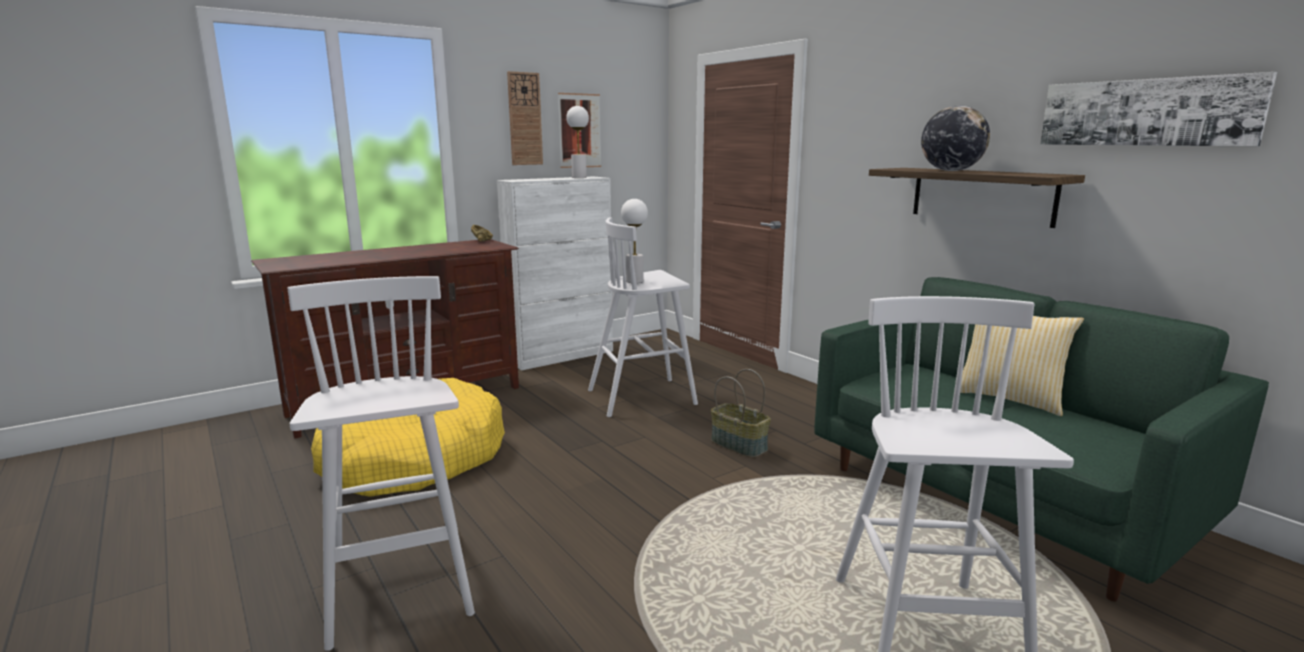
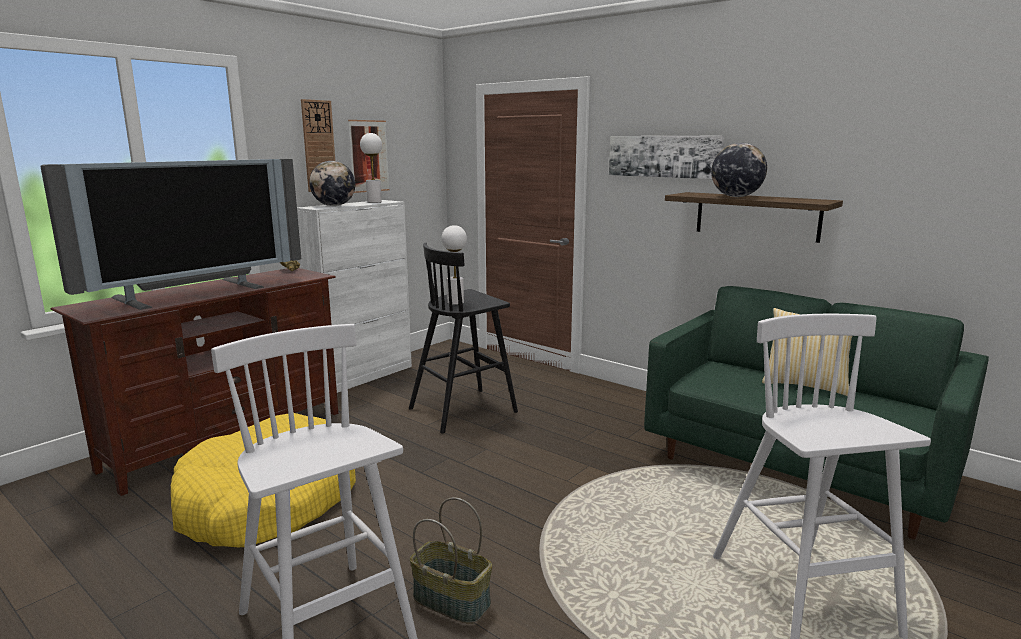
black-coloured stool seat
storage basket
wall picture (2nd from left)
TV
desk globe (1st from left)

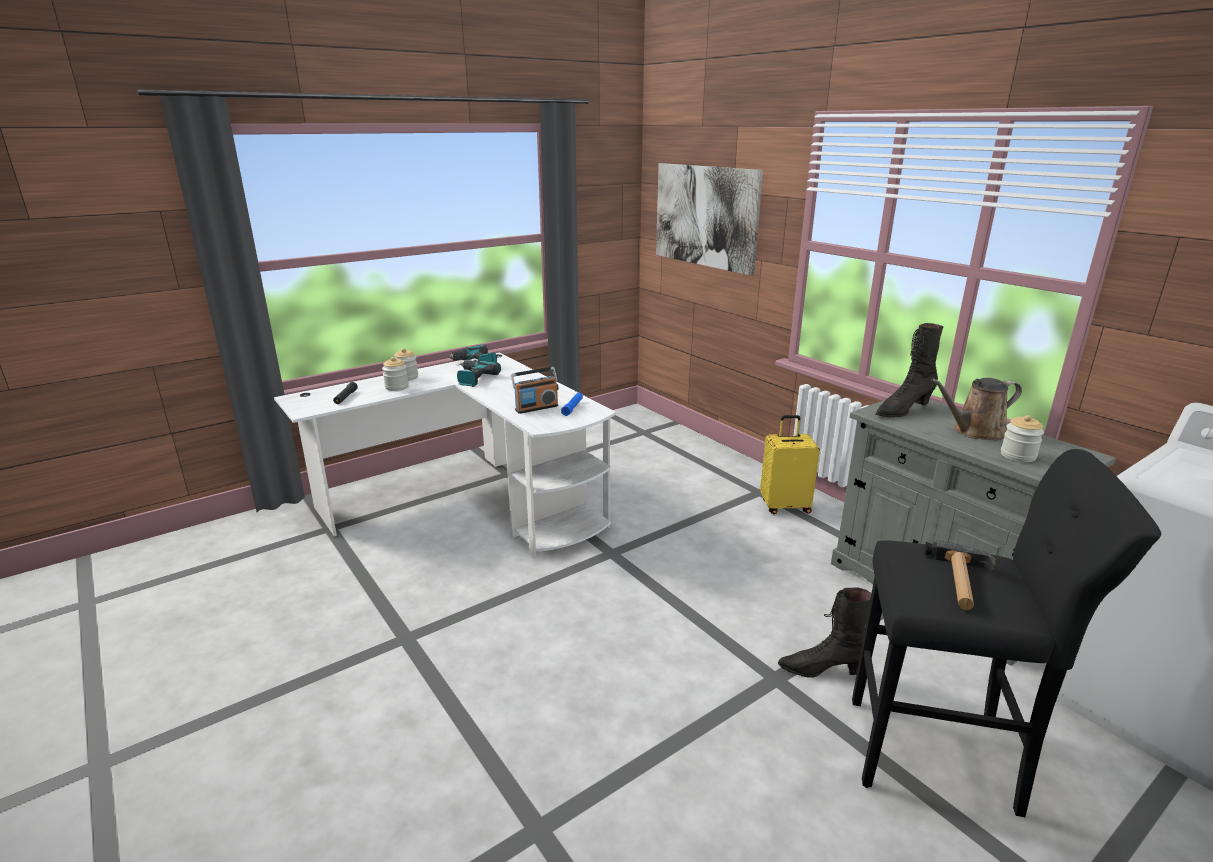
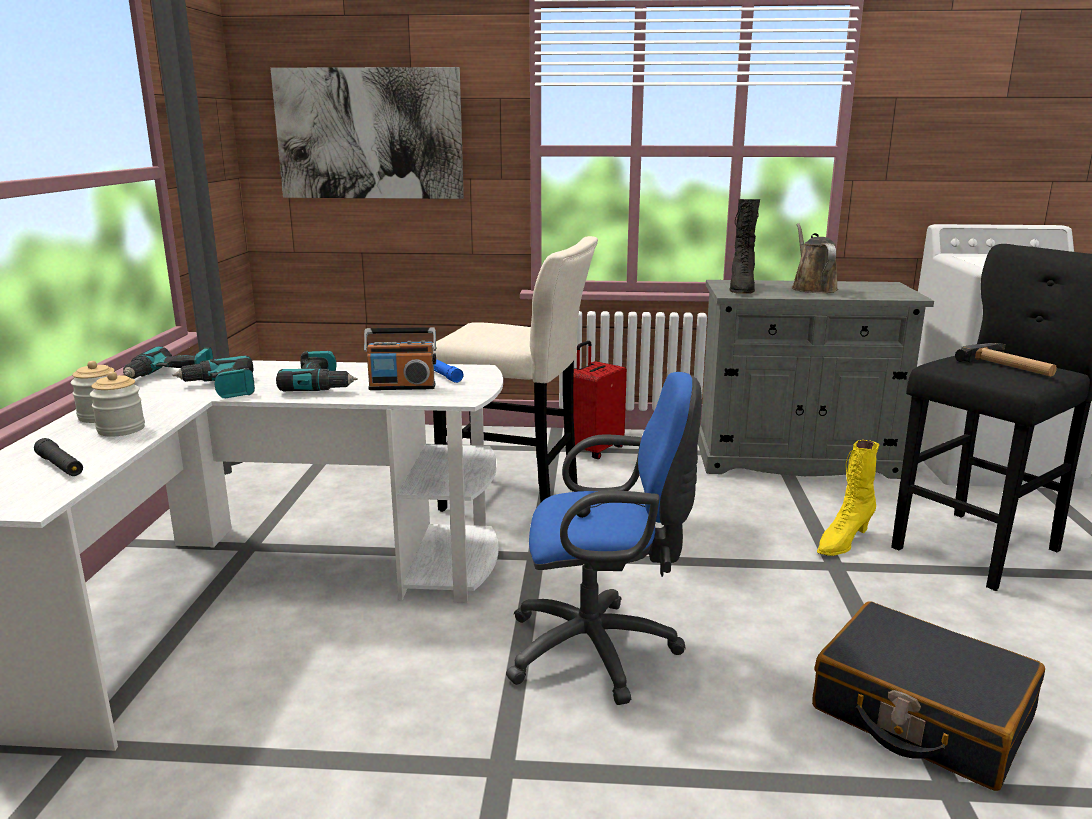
radio set
reddish suitcase
yellowish tall boot
brown-coloured watering can
preserve jar (3rd from left in the first image)
drill (3rd from left)
beige-coloured stool seat
blue-coloured office chair
black-coloured suitcase

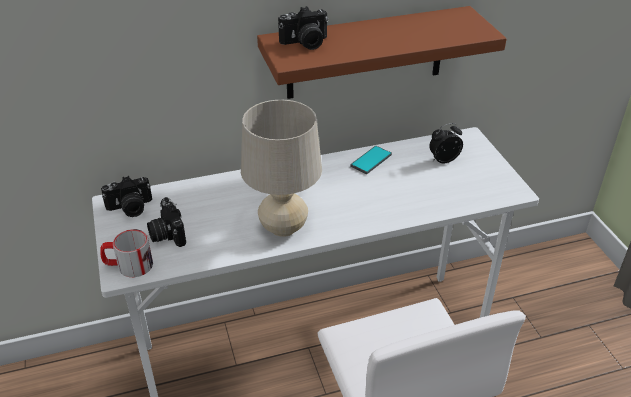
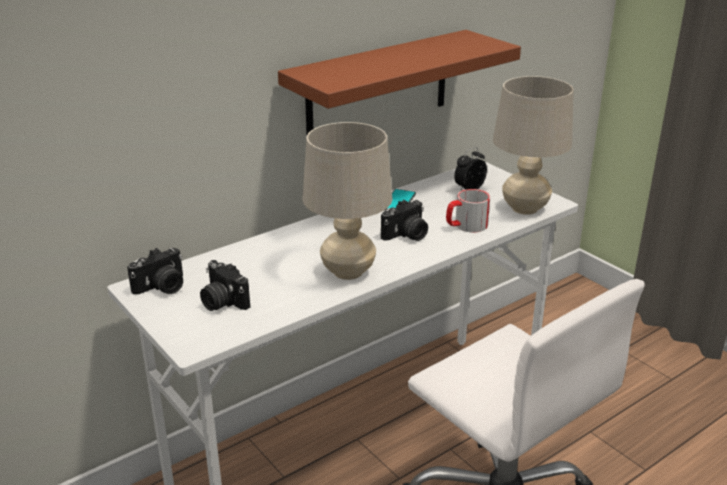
tea mug
photo camera (3rd from left)
beige-coloured lamp for a table (2nd from left)

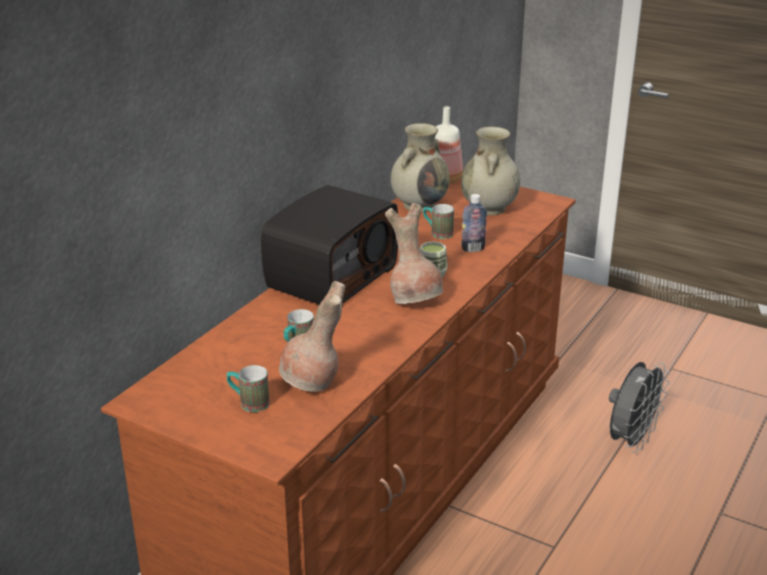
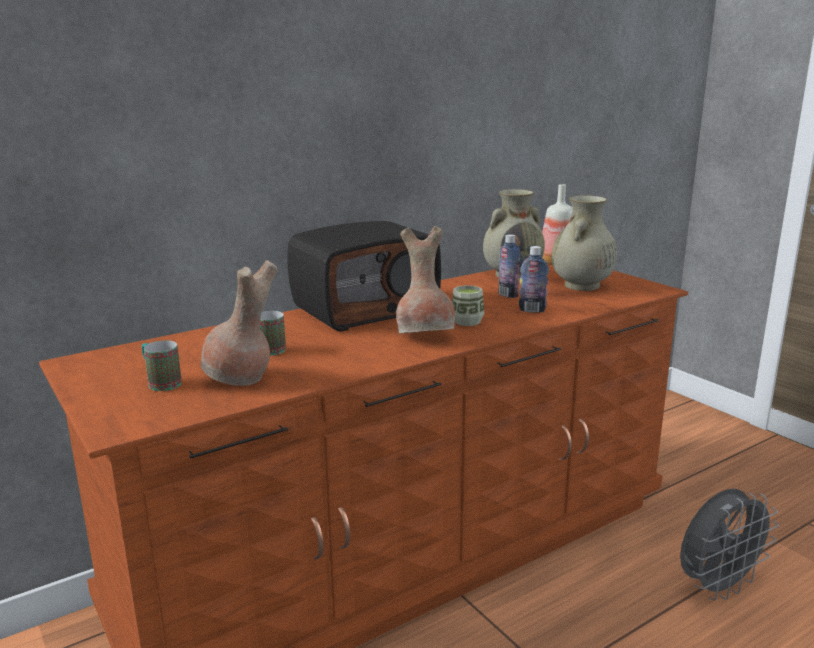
bottle (1st from left)

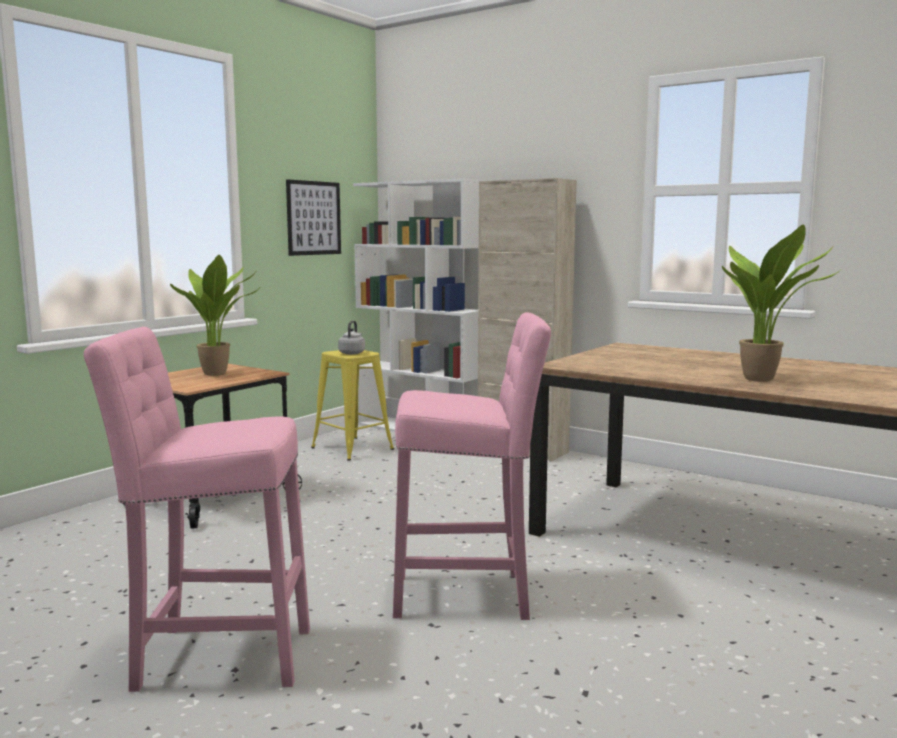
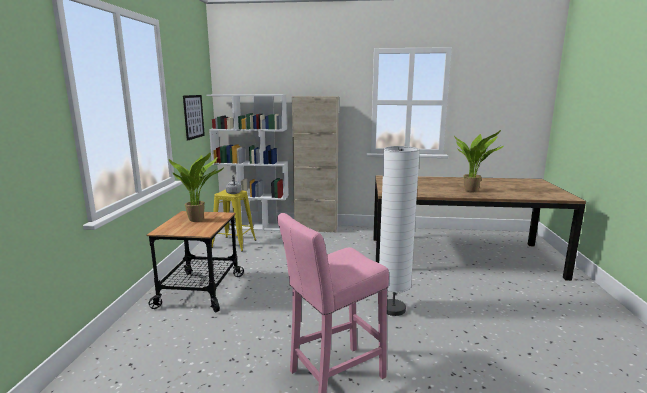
white-coloured standard lamp

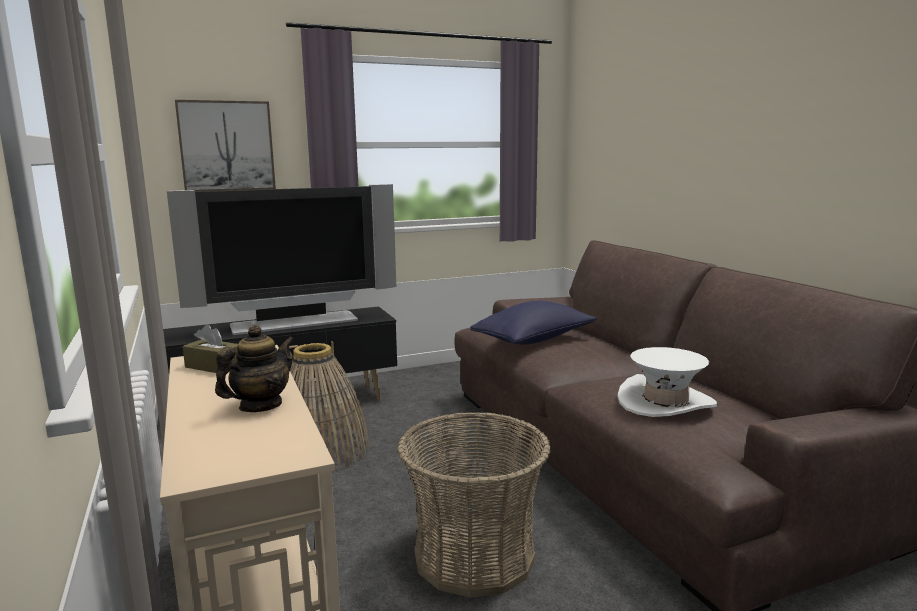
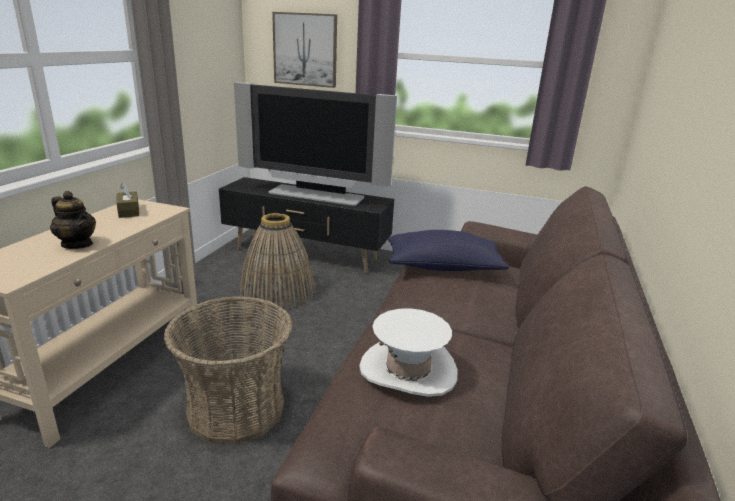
teapot

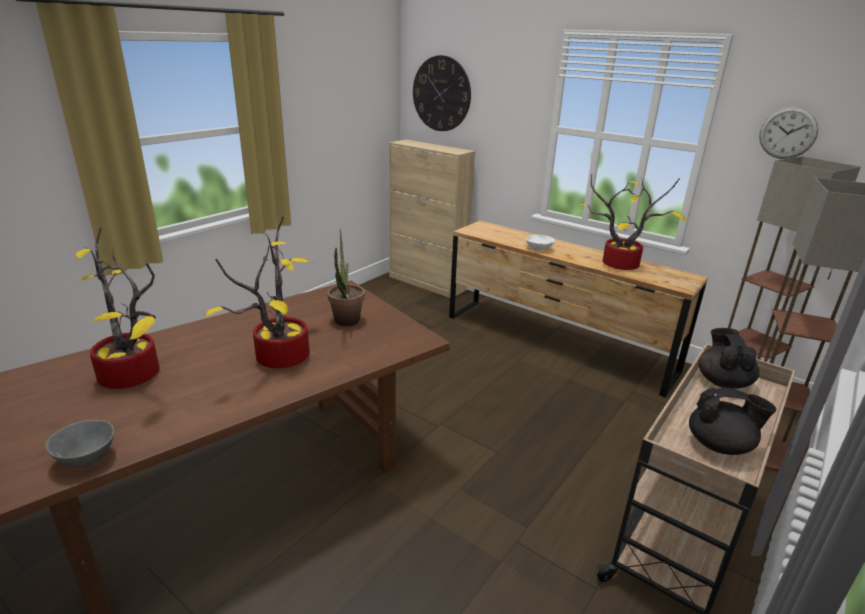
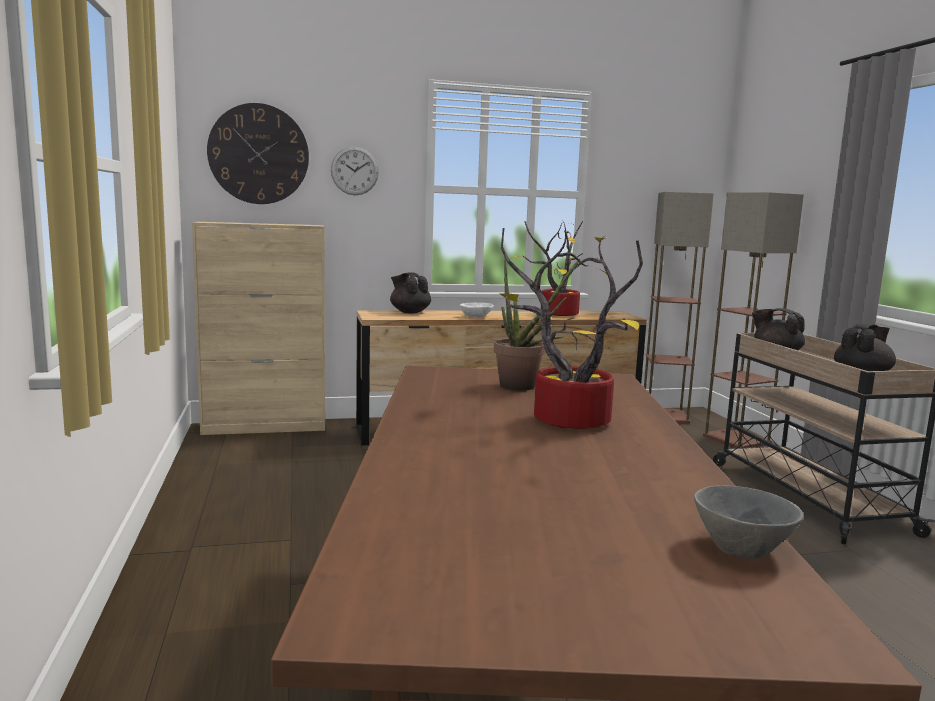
plant in a pot (1st from left in the first image)
hanging clock (2nd from left)
black-coloured teapot (1st from left)

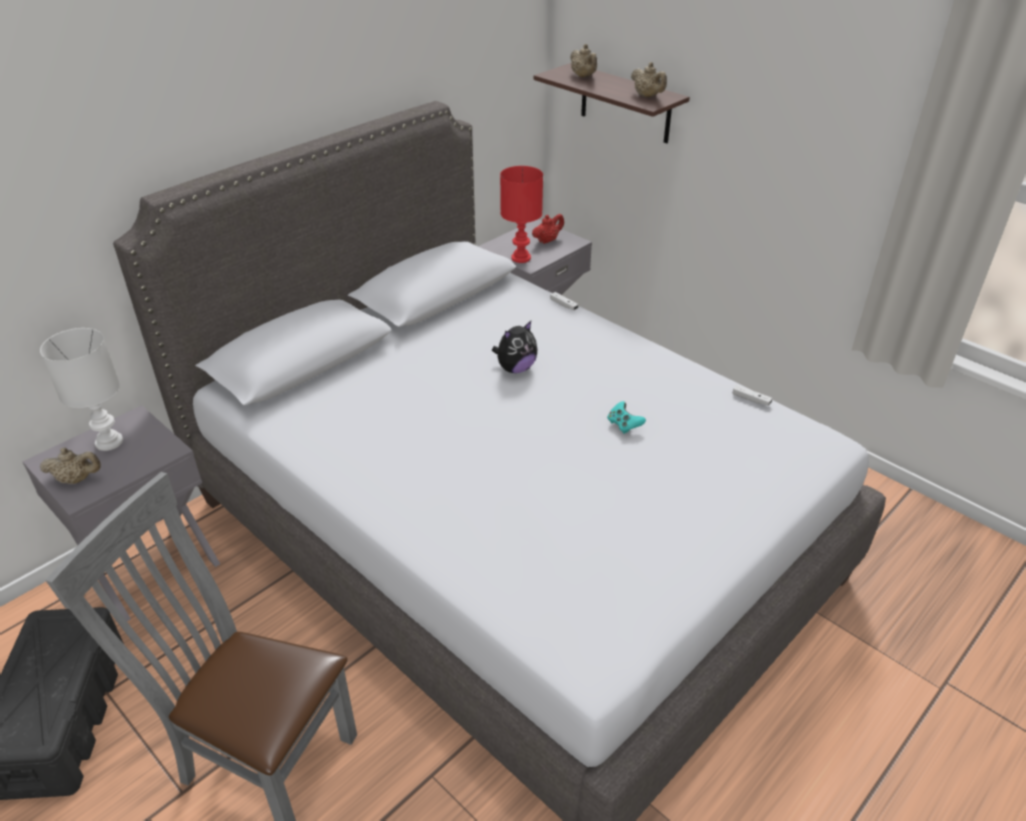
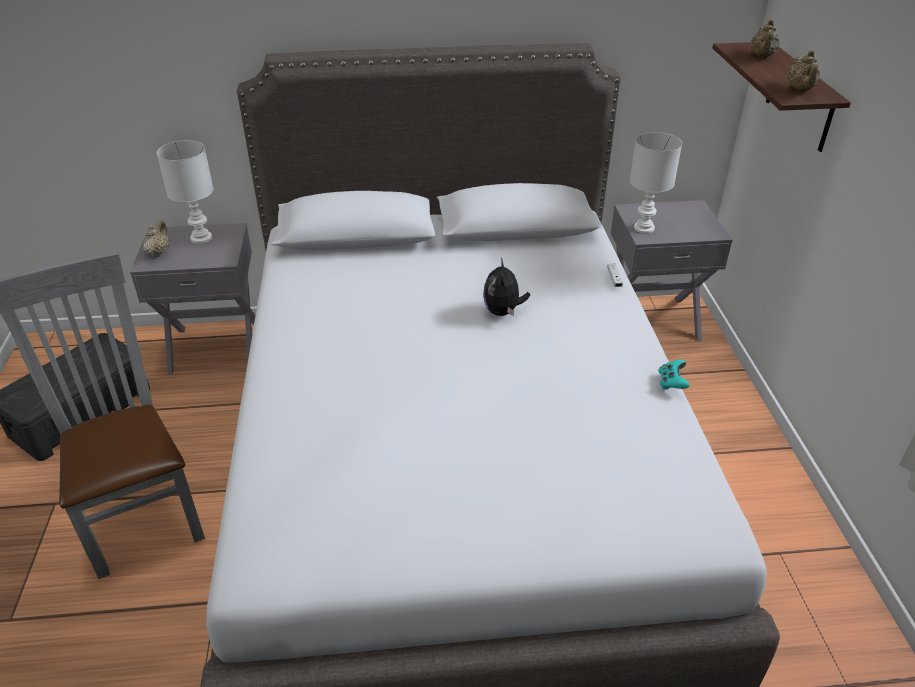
beige-coloured teapot (1st from left)
plush toy
white-coloured lamp for a table (2nd from left)
reddish teapot
turquoise-coloured game controller
white-coloured game controller (2nd from left in the first image)

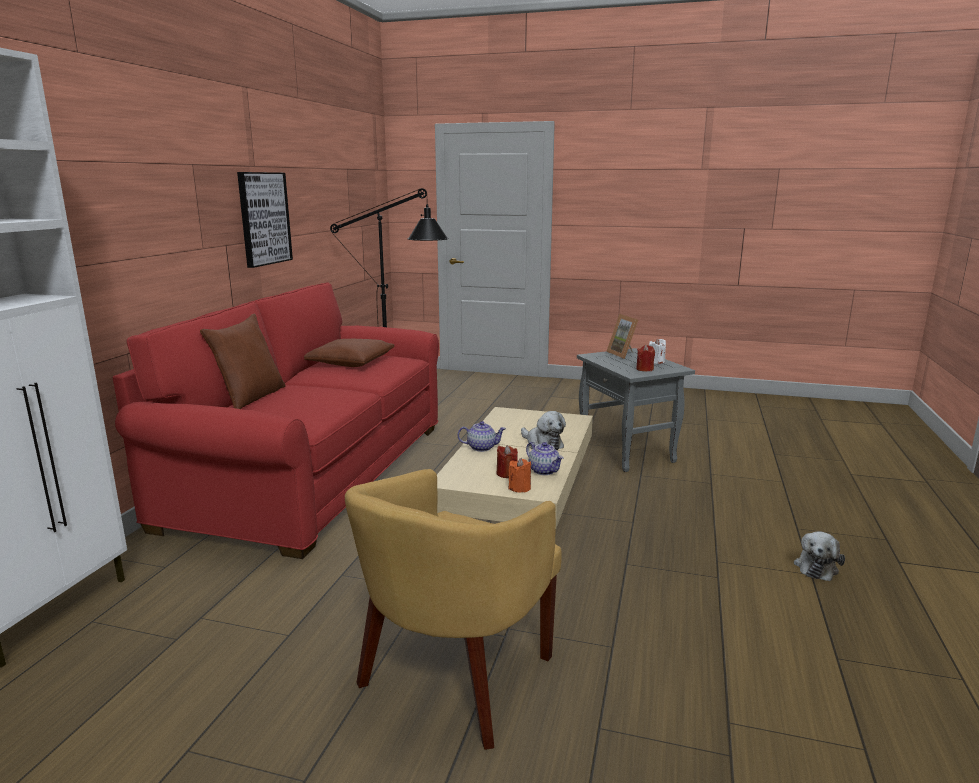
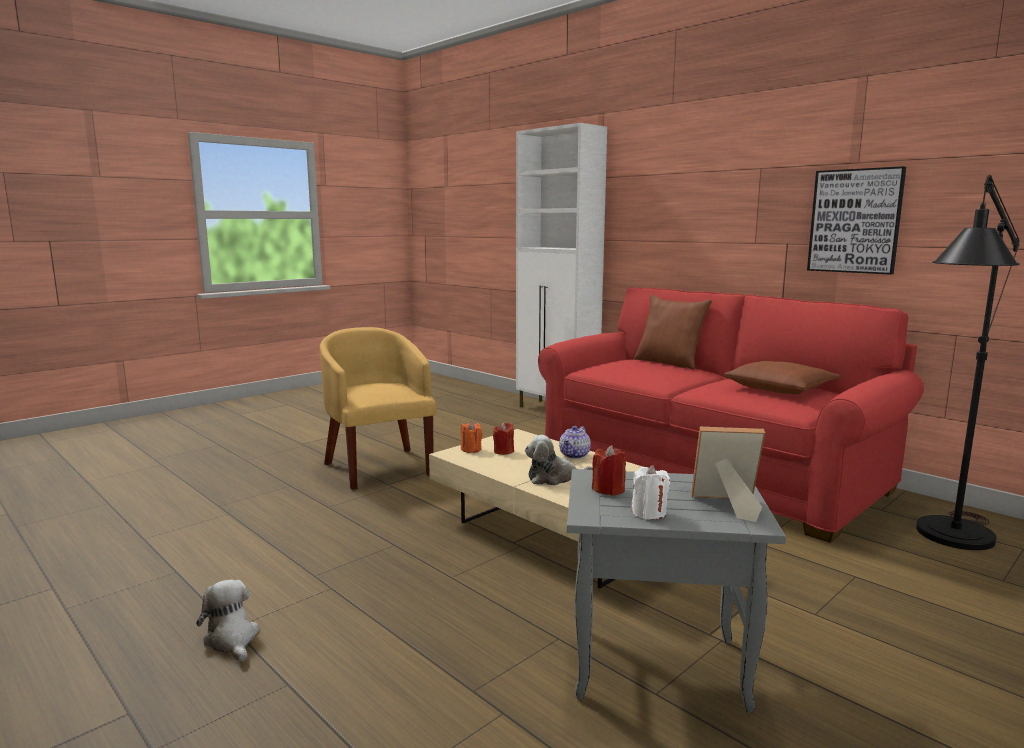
teapot (2nd from left in the first image)

